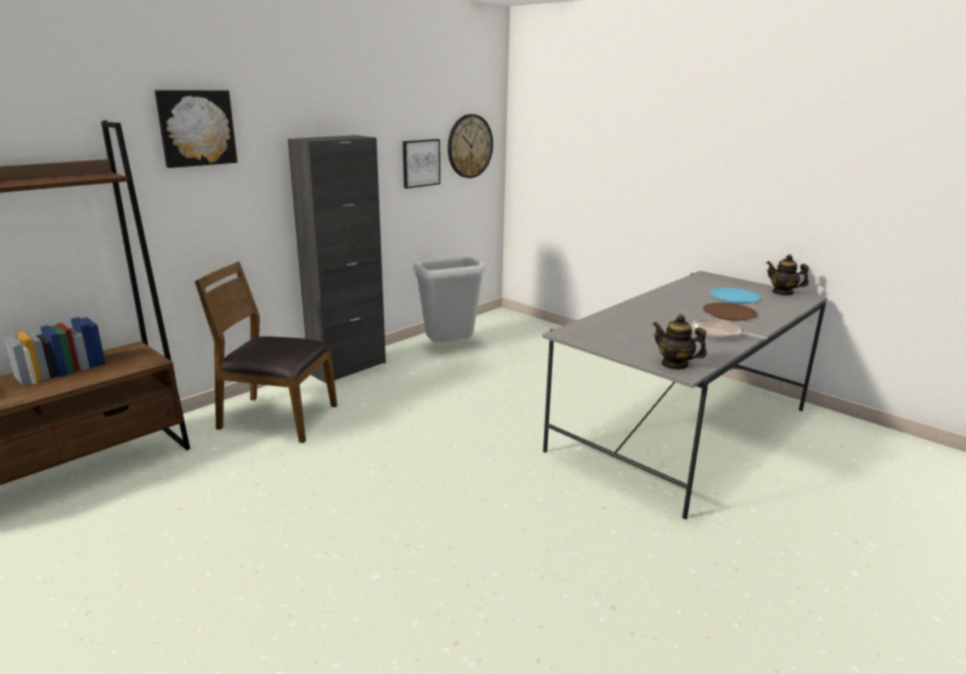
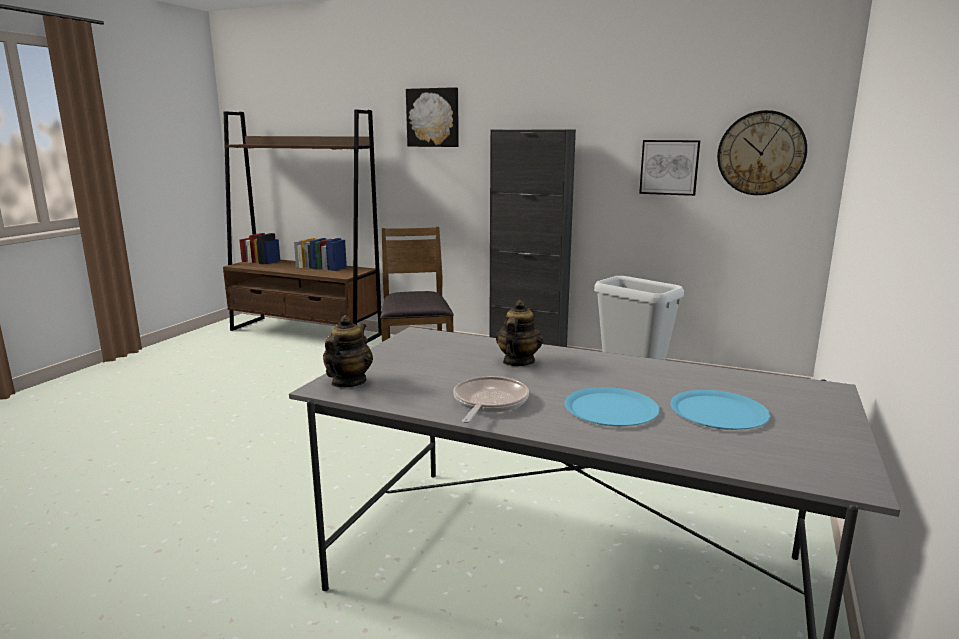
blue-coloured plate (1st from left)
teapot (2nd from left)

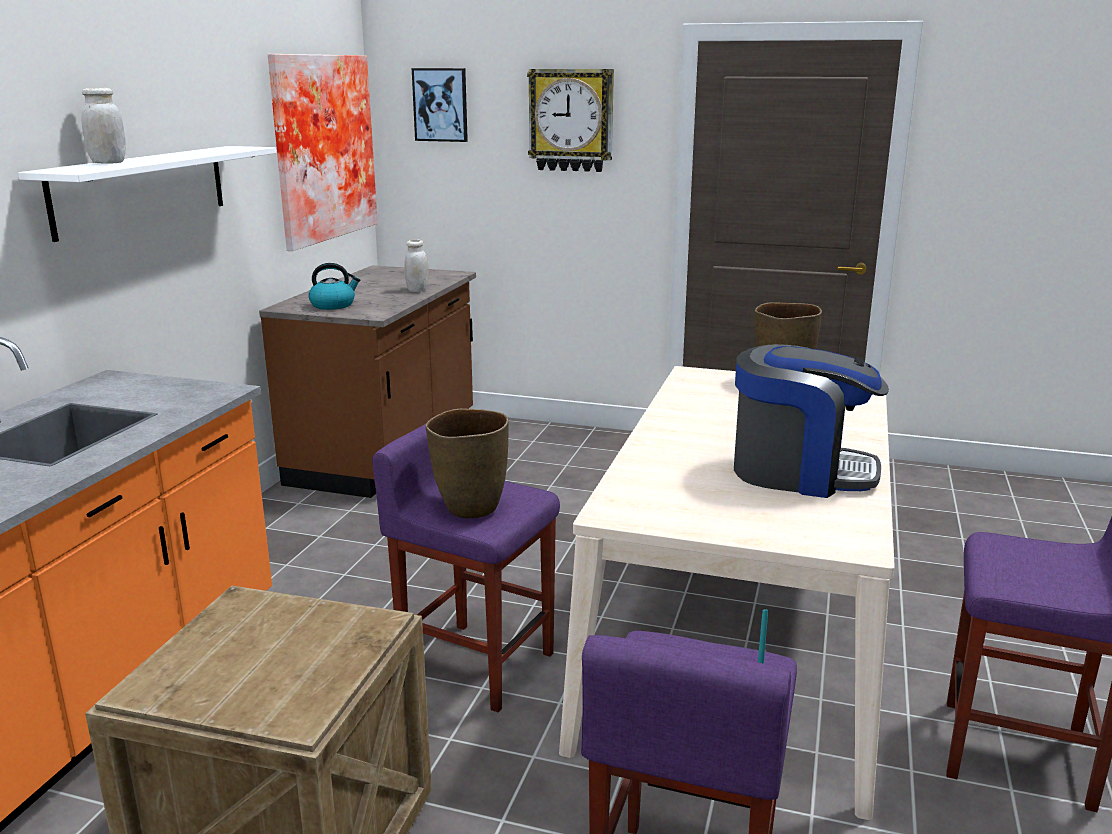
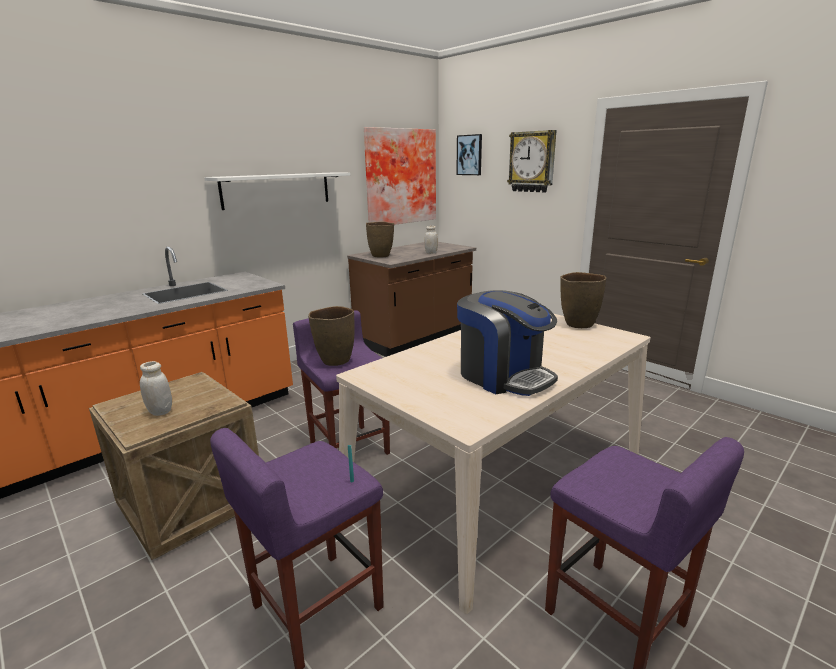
white-coloured preserve jar (1st from left)
brown-coloured vase (2nd from left)

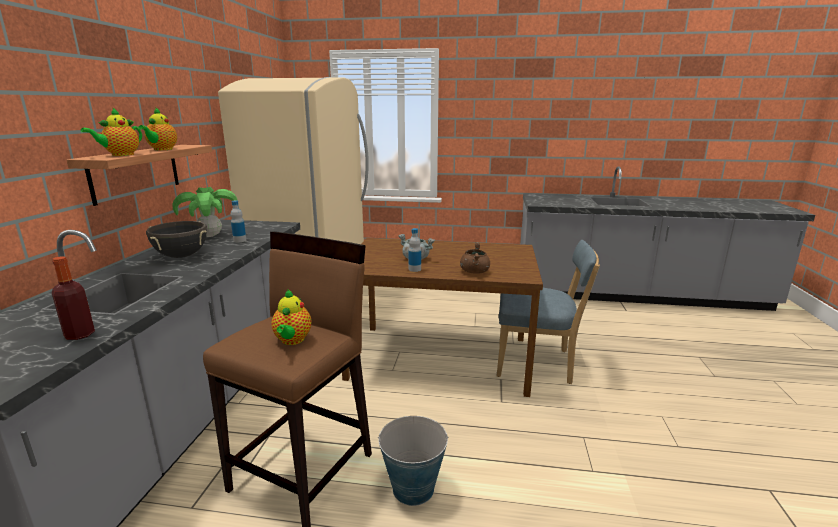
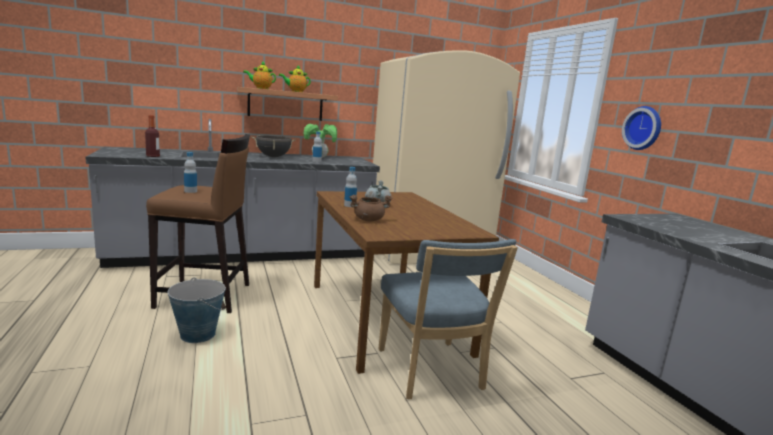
bottle (2nd from left)
hanging clock

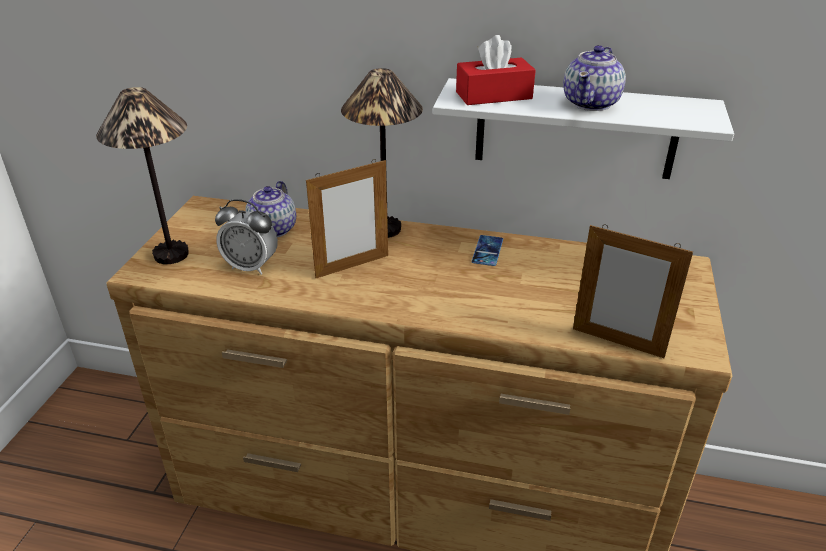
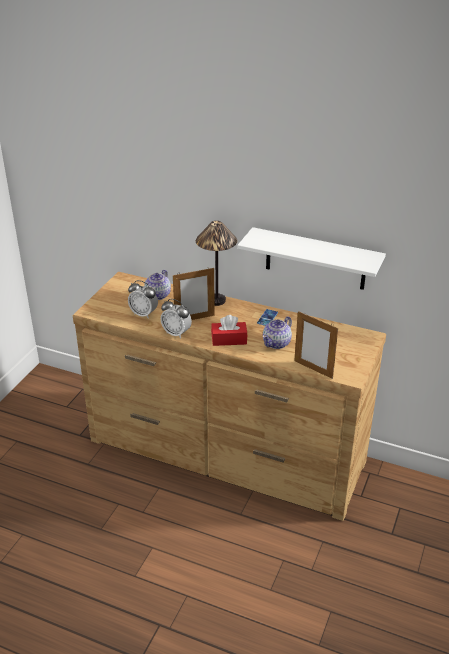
lamp for a table (1st from left in the first image)
reddish box of tissues
teapot (2nd from left)
table clock (2nd from left)

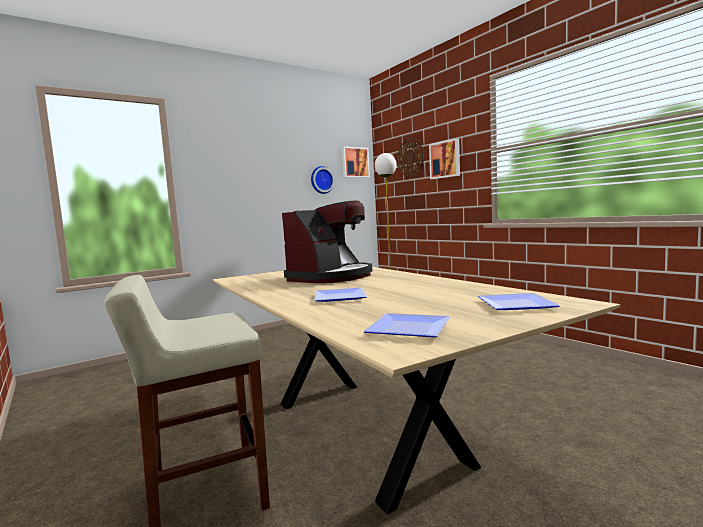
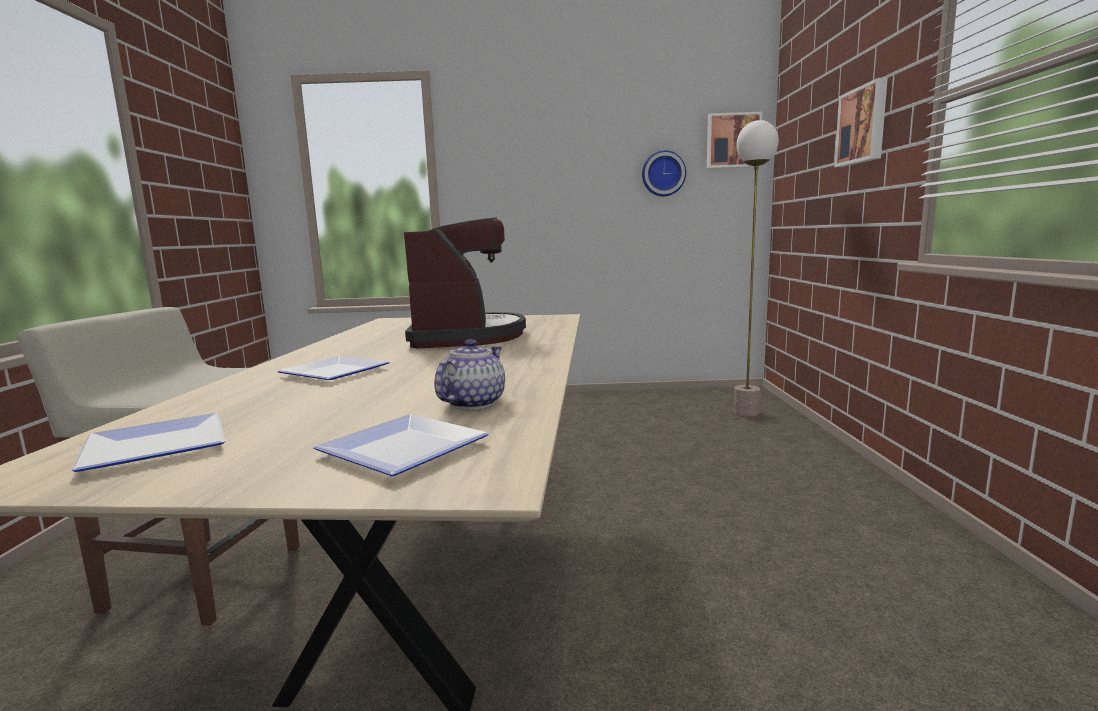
coffee brewer
hanging clock (2nd from left in the first image)
teapot

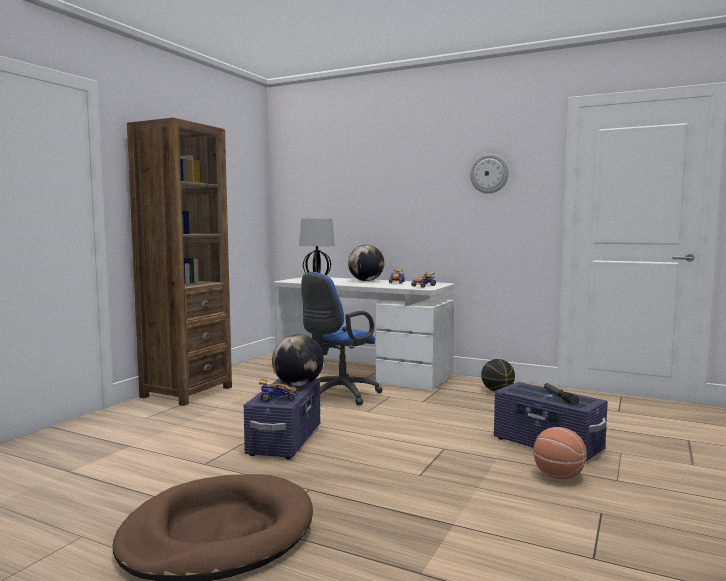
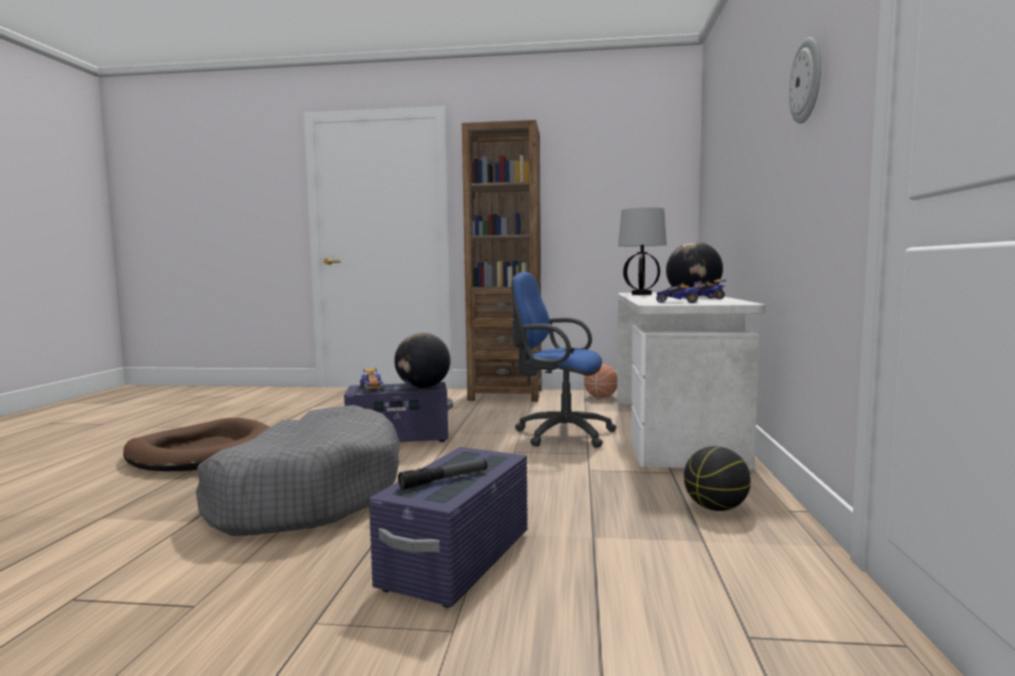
basketball (1st from left)
gray dog bed

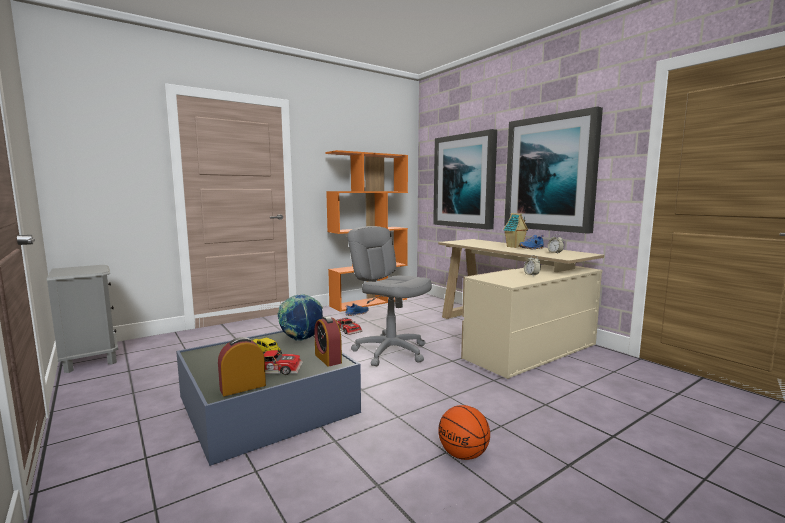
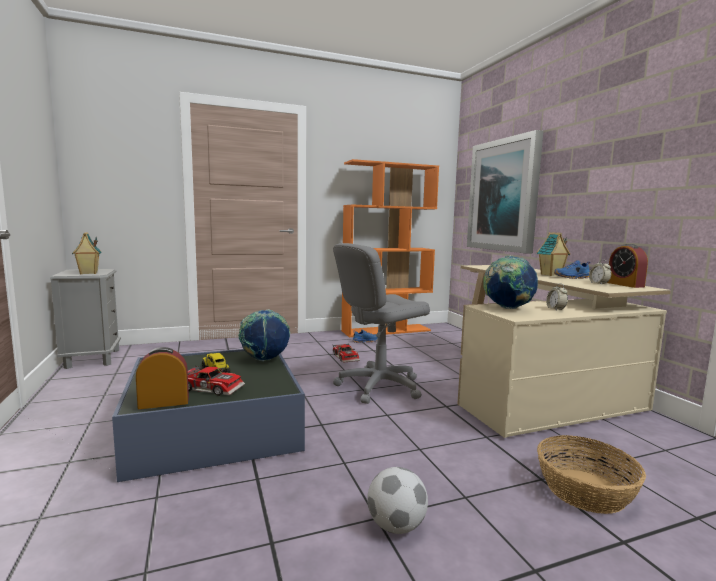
table clock (4th from left)
gray office chair
football ball
wall picture (2nd from left in the first image)
toy house (1st from left)
desk globe (2nd from left)
storage basket

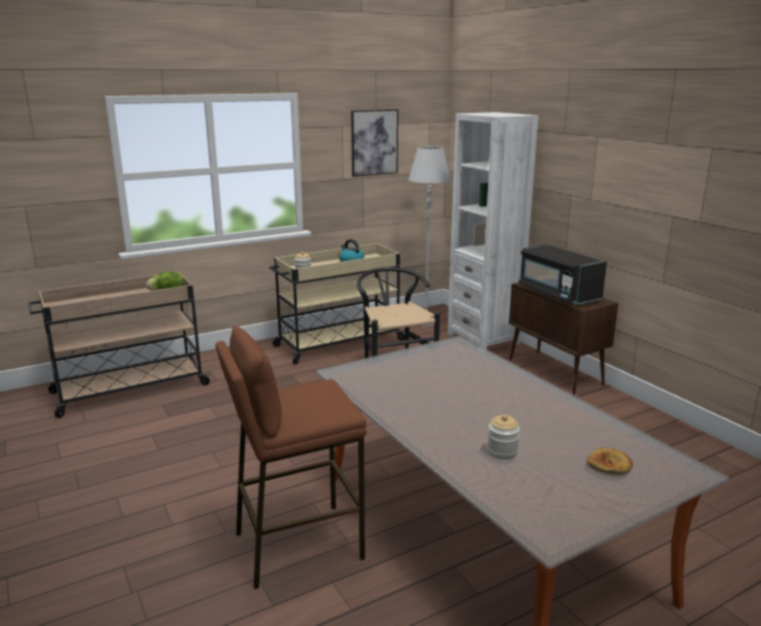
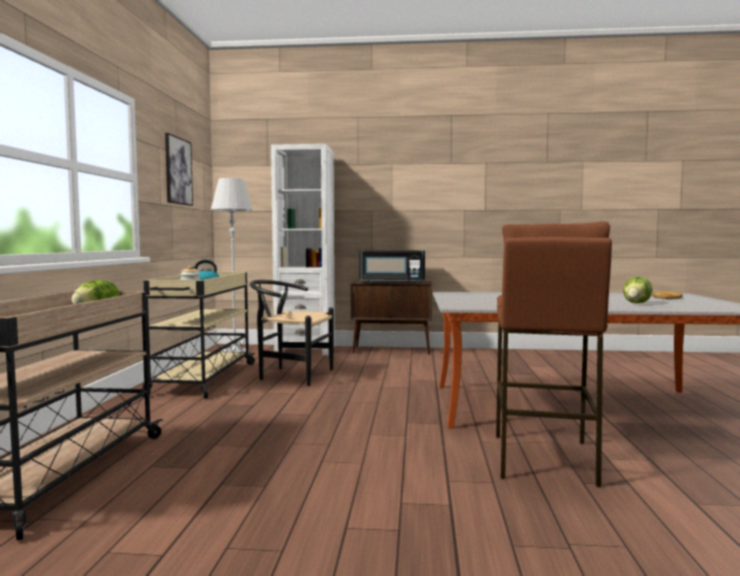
lettuce (2nd from left)

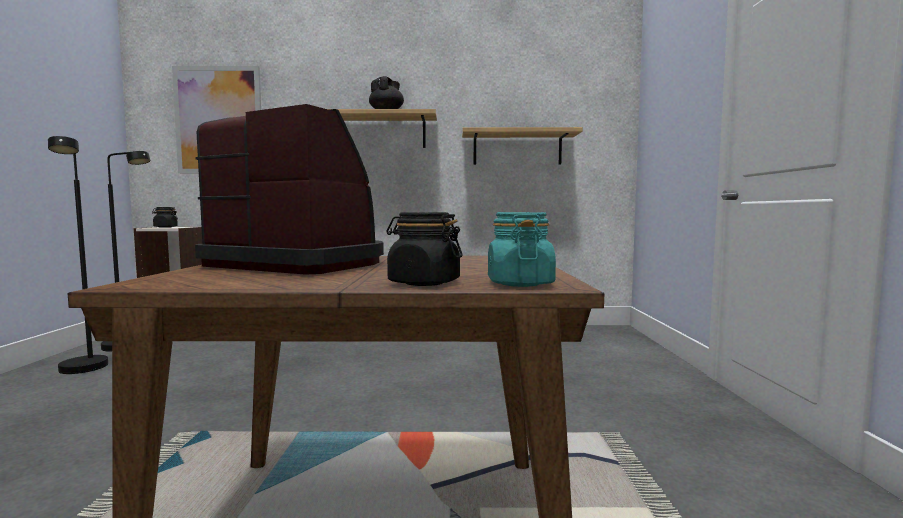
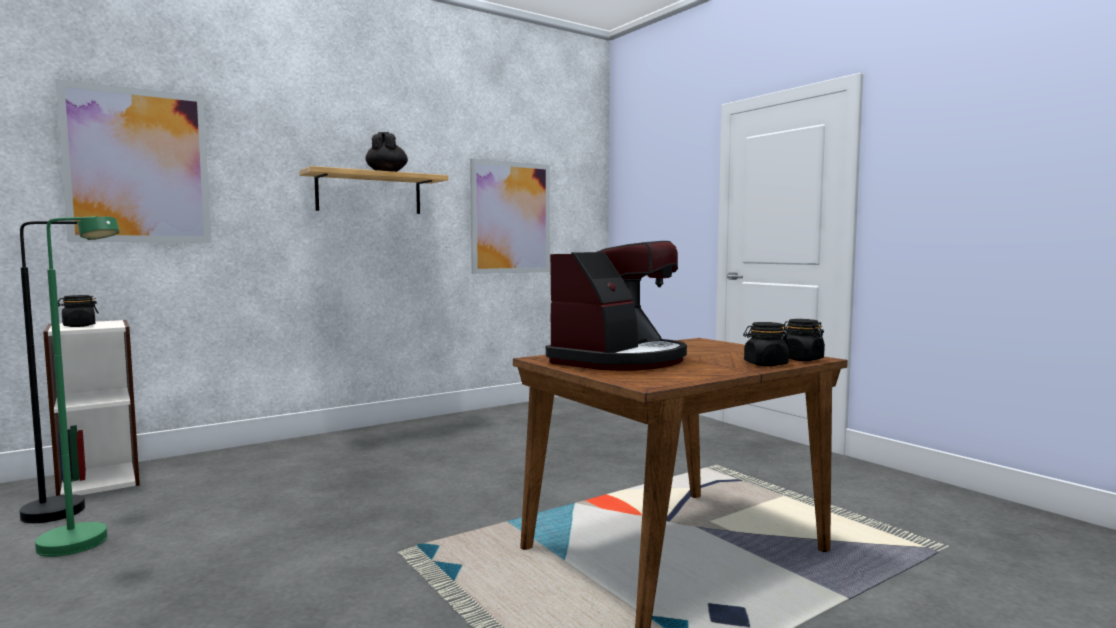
green-coloured standard lamp
coffee brewer
wall picture (2nd from left)
black-coloured preserve jar (3rd from left)

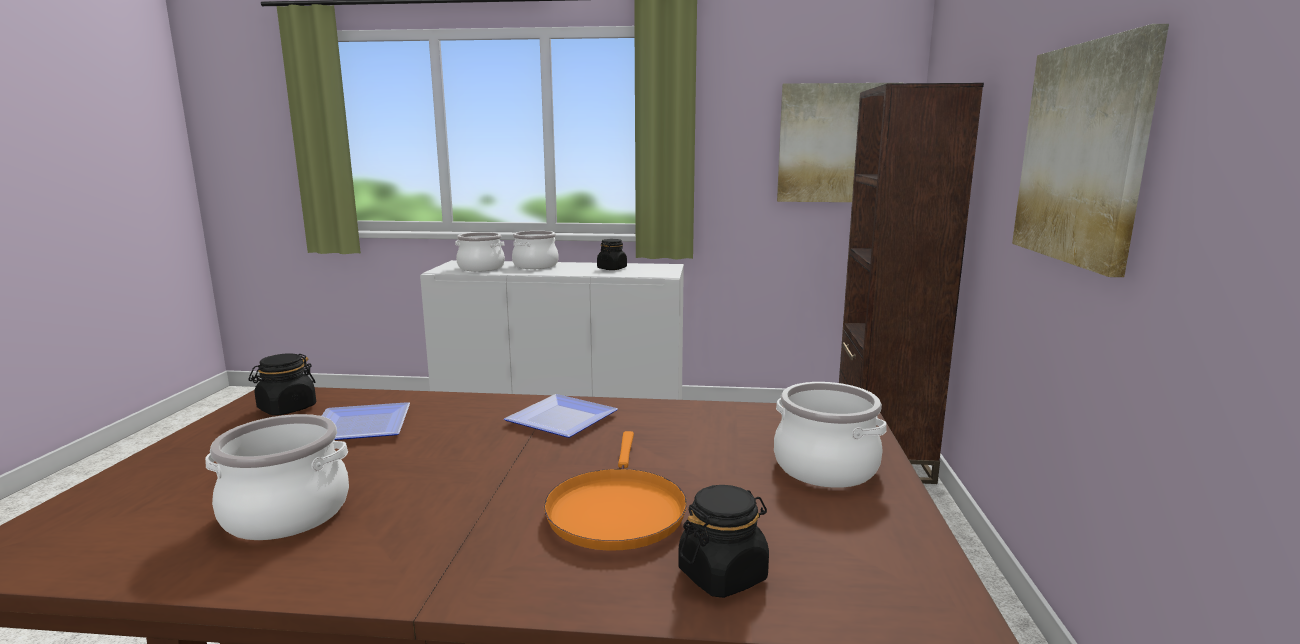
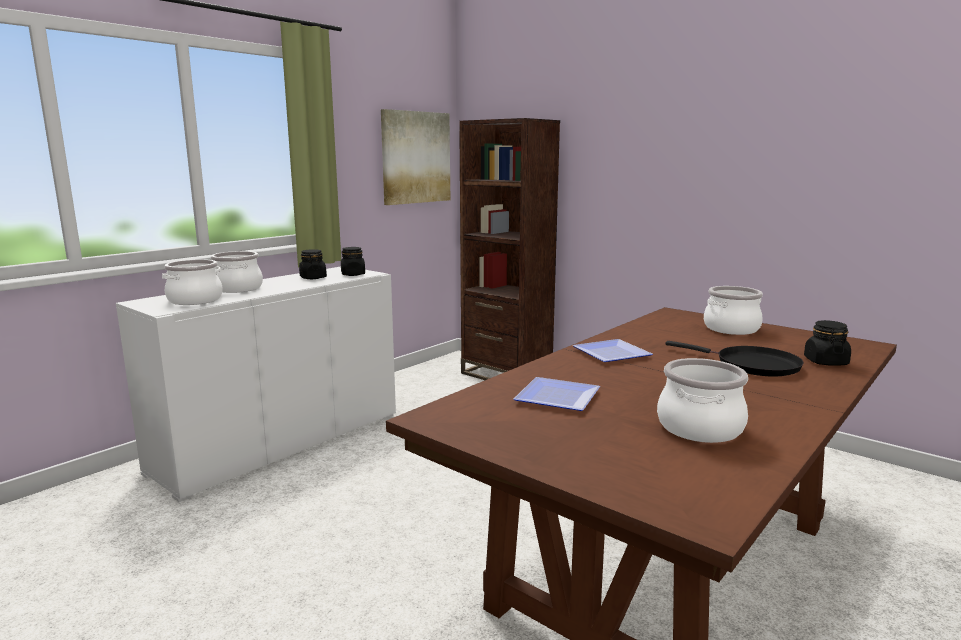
black-coloured preserve jar (2nd from left)
black-coloured pan
wall picture (2nd from left in the first image)

